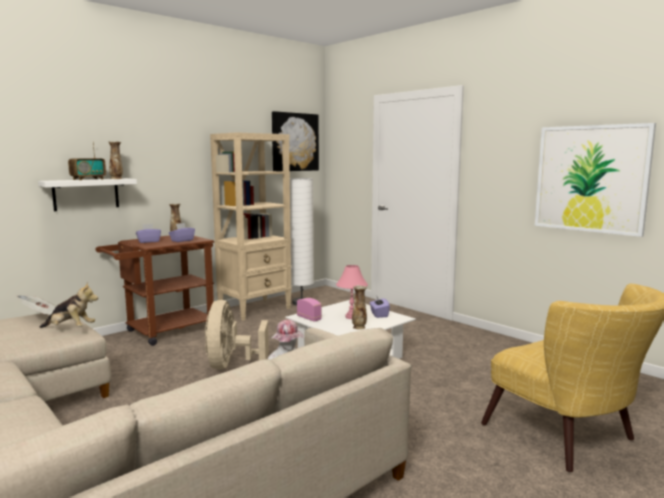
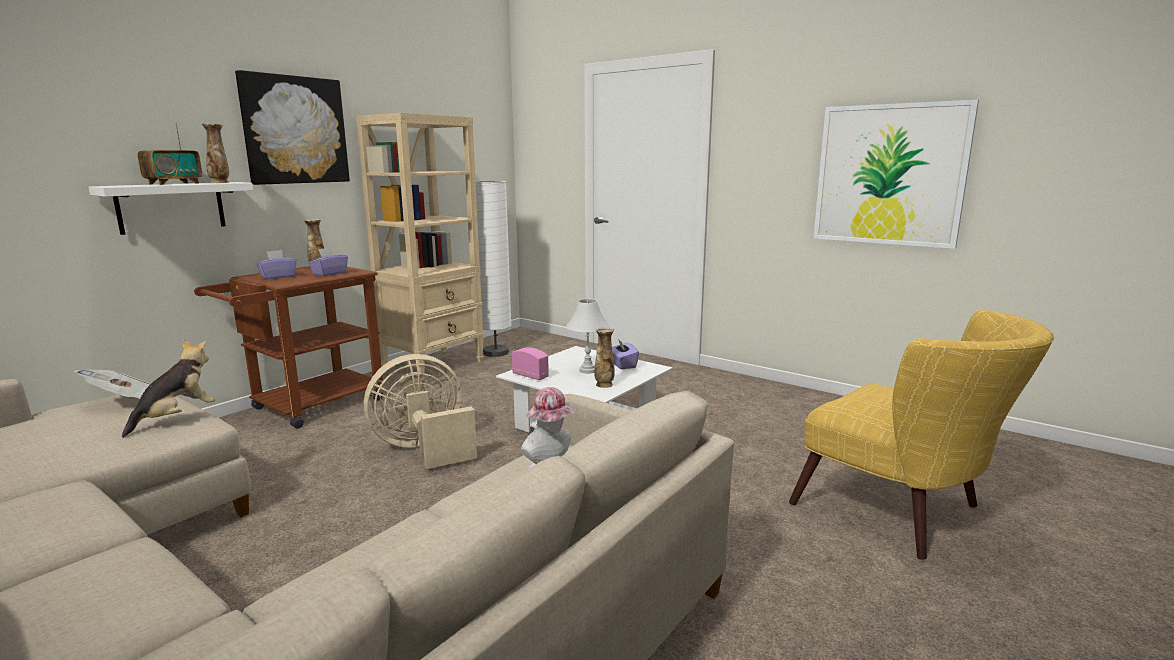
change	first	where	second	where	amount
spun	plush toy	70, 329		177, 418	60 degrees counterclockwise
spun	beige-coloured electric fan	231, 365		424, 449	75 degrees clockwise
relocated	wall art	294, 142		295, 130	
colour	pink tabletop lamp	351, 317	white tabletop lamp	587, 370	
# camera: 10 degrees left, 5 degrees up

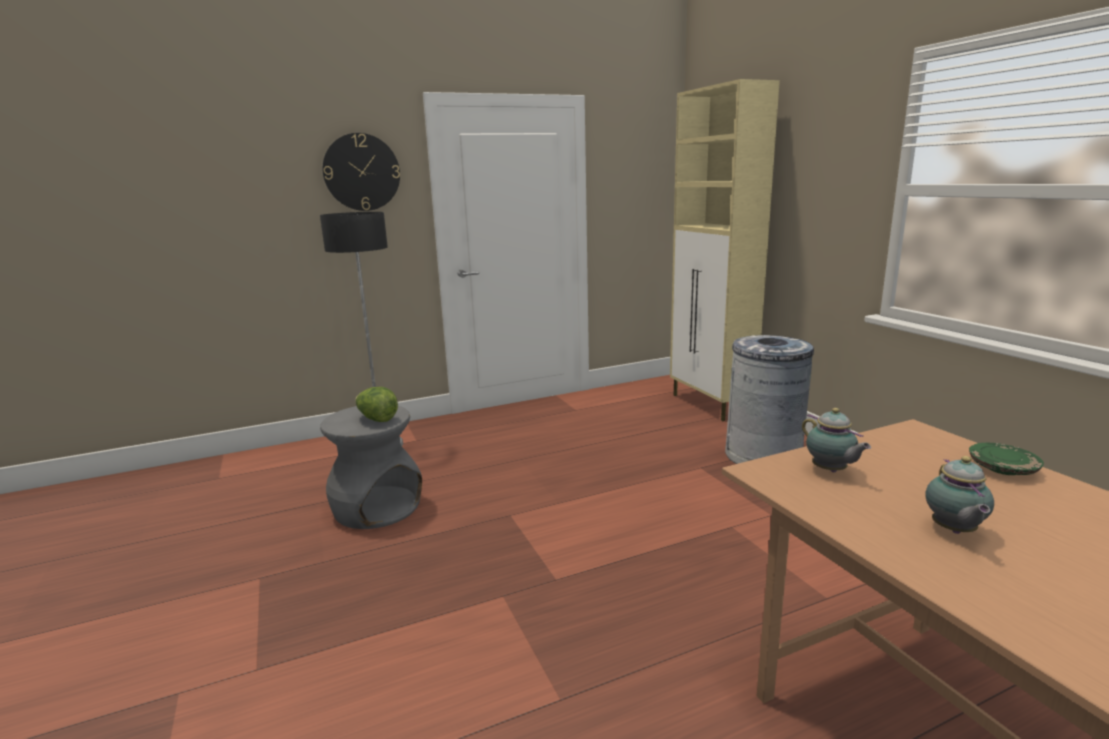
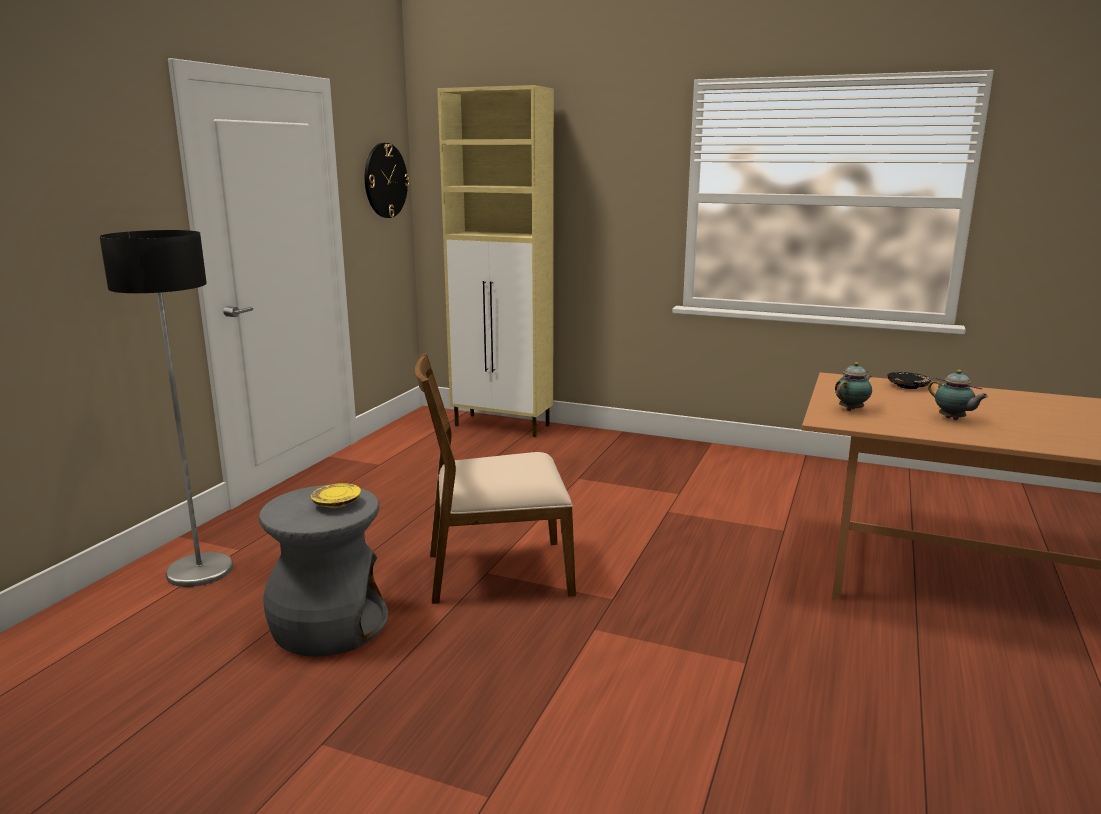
change	first	where	second	where	amount
relocated	wall clock	361, 172		385, 180	
exchanged	head of lettuce	377, 419	yellowish flat dish	336, 503	
missing	grey waste bin	763, 456			
spun	tea pot	830, 471		852, 409	60 degrees counterclockwise
colour	green-coloured flat dish	1002, 468	black flat dish	907, 386	
appeared			brown-coloured chair	497, 572	
# camera: 45 degrees left, 0 degrees up

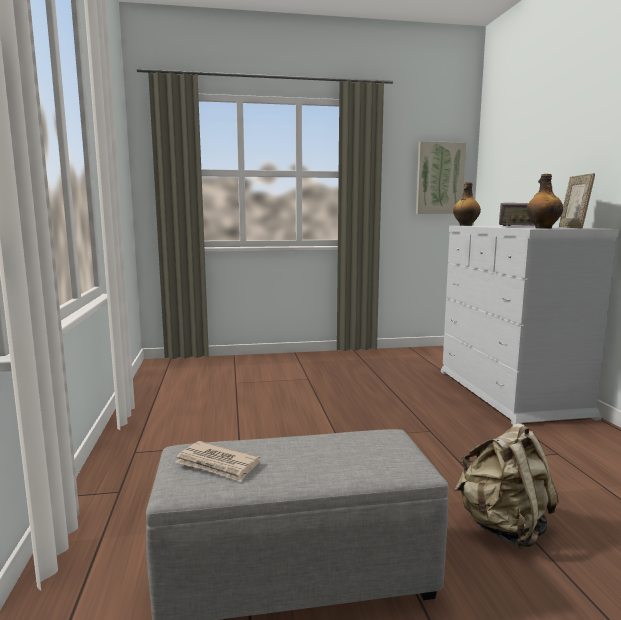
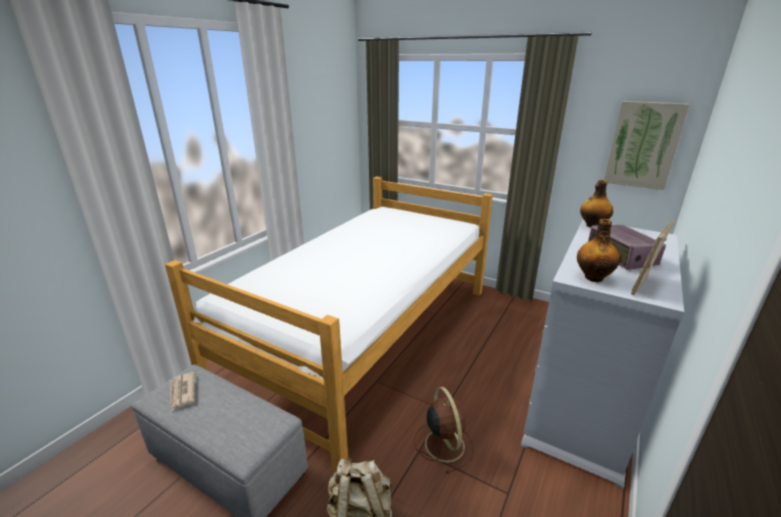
change	first	where	second	where	amount
appeared			sleeping bed	366, 335	
appeared			brown-coloured electric fan	443, 443	
# camera: 40 degrees right, 15 degrees up

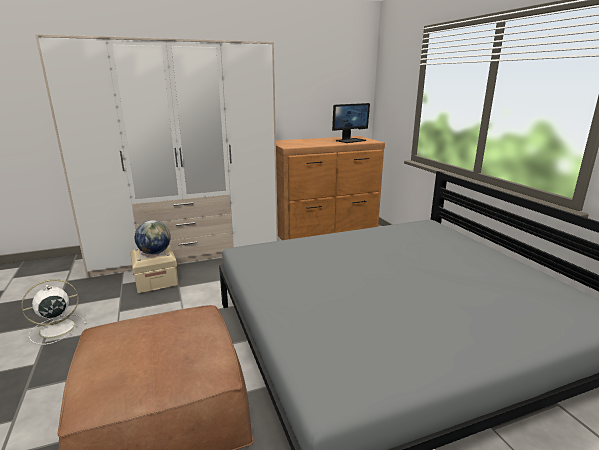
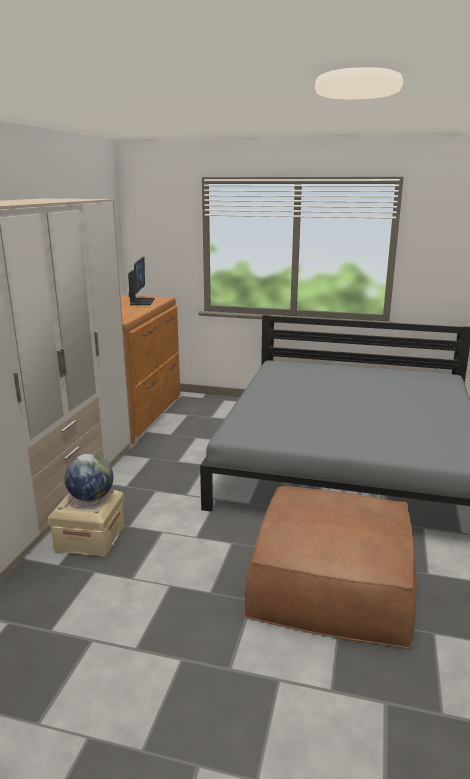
change	first	where	second	where	amount
missing	white electric fan	55, 329			
# camera: 55 degrees left, 0 degrees up

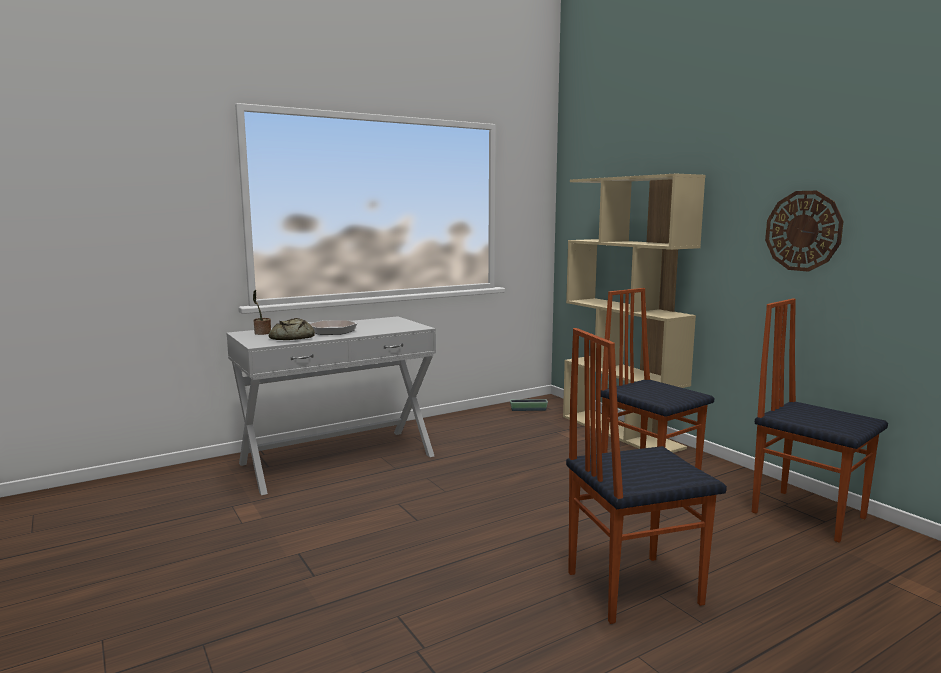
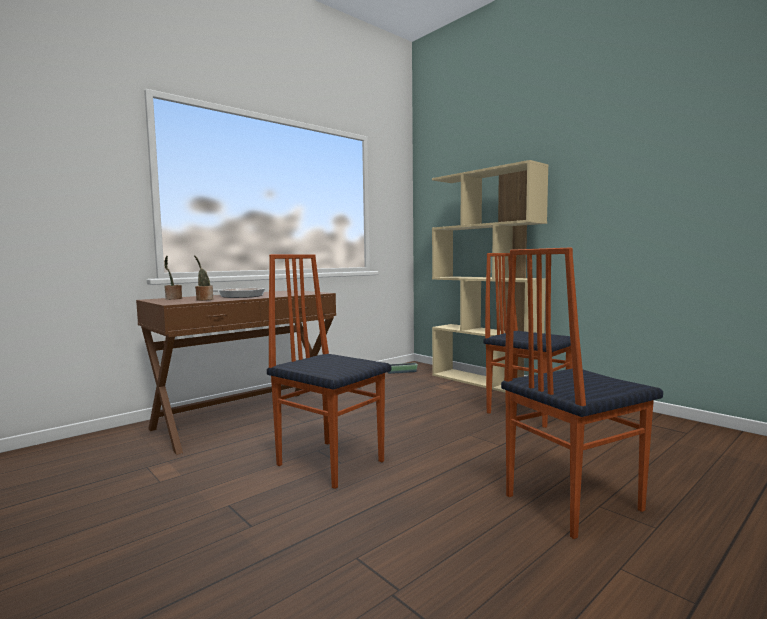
change	first	where	second	where	amount
colour	white narrow table	338, 459	brown-coloured narrow table	247, 419	
exchanged	bread	291, 338	houseplant	204, 299	
relocated	chair	807, 514		331, 462	
missing	wall clock	803, 231			
# camera: 10 degrees left, 5 degrees down

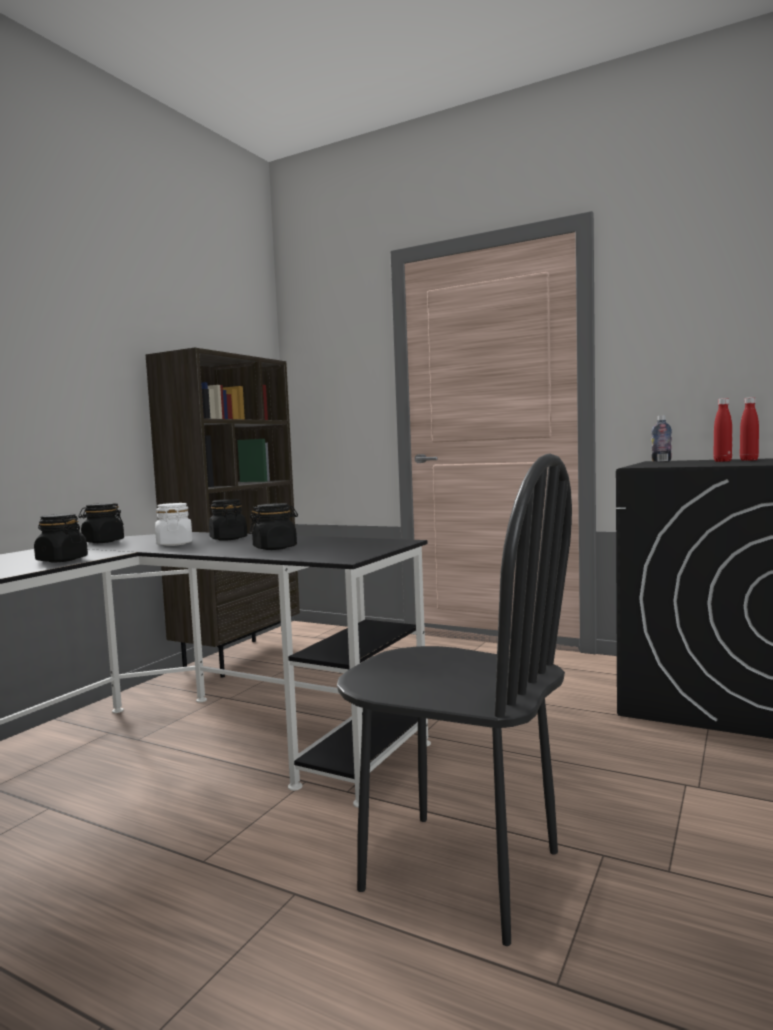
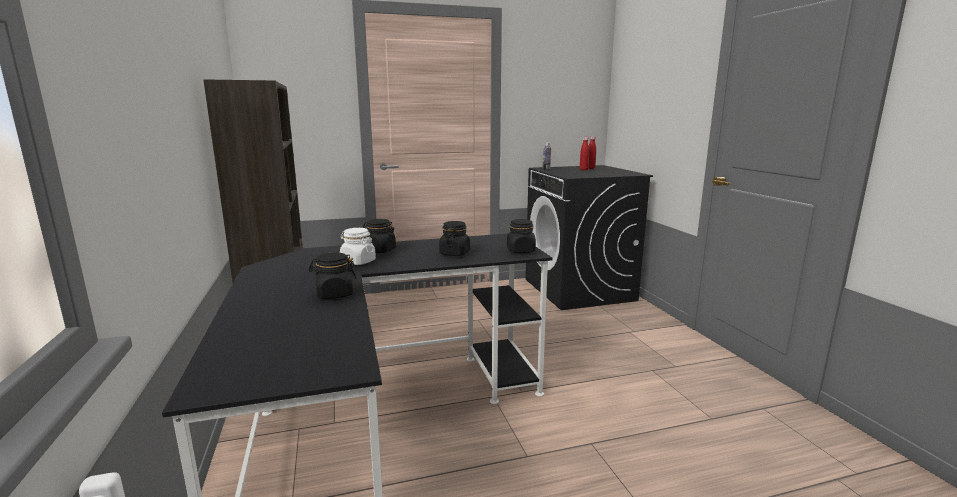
change	first	where	second	where	amount
relocated	black preserve jar	103, 541		521, 251	
missing	black chair	460, 871			
# camera: 45 degrees left, 10 degrees up

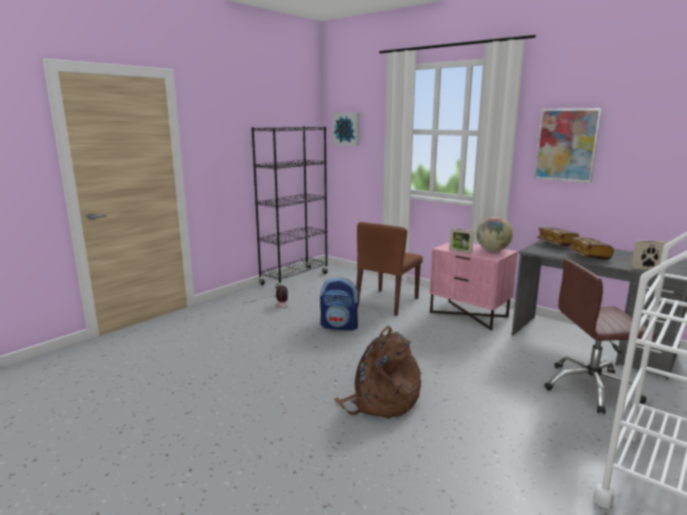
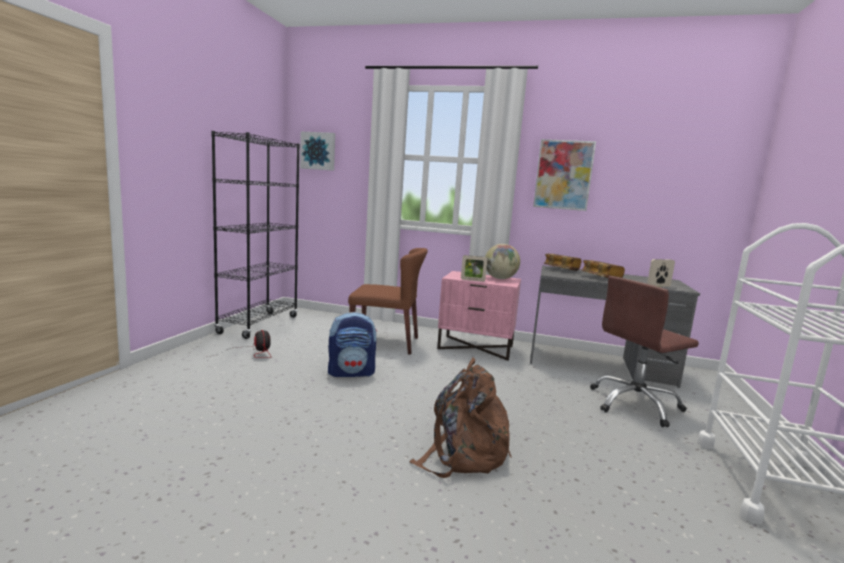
change	first	where	second	where	amount
spun	brown-coloured chair	387, 302		385, 342	90 degrees counterclockwise
# camera: 25 degrees left, 5 degrees down

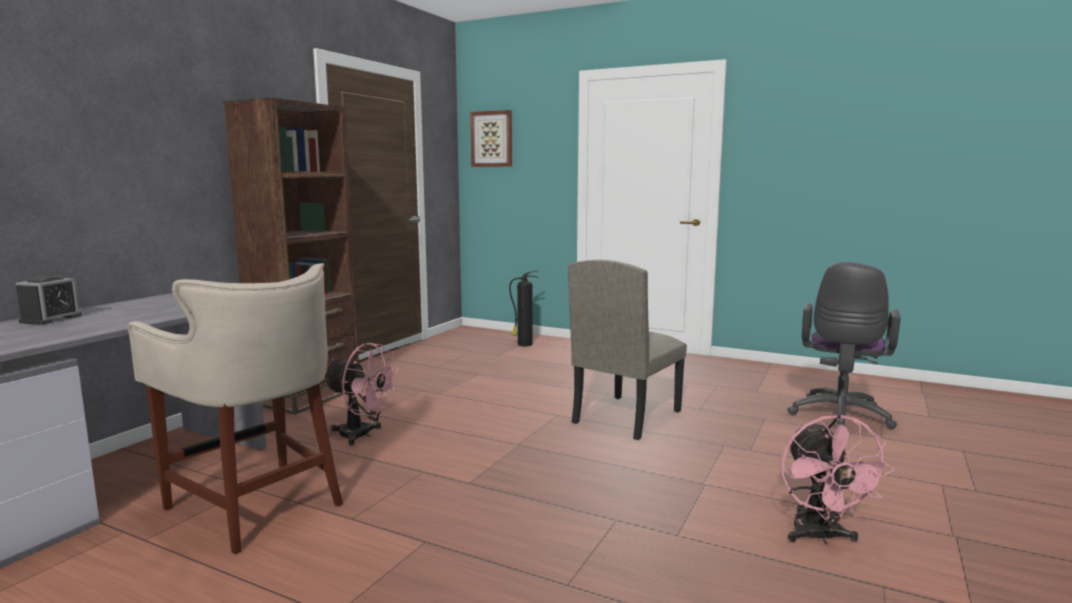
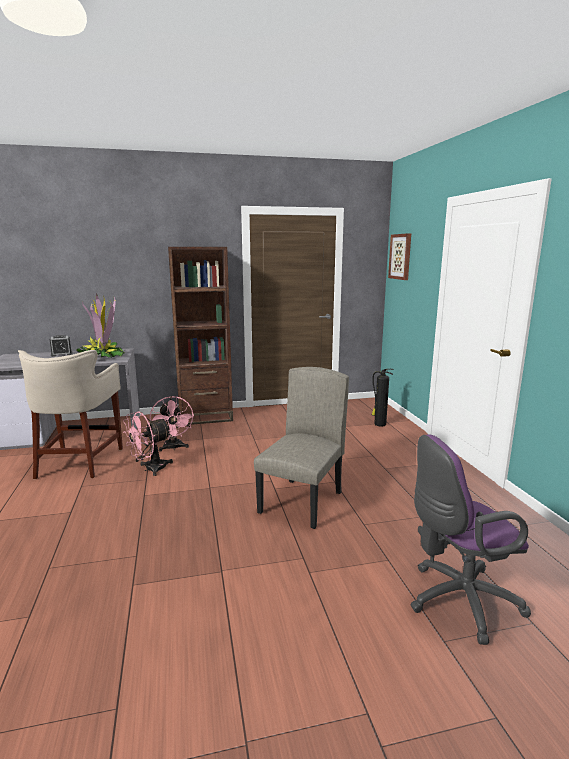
change	first	where	second	where	amount
spun	beige-coloured chair	626, 417		302, 502	120 degrees clockwise
relocated	pink electric fan	820, 537		150, 469	
appeared			houseplant	102, 356	
# camera: 50 degrees right, 5 degrees up

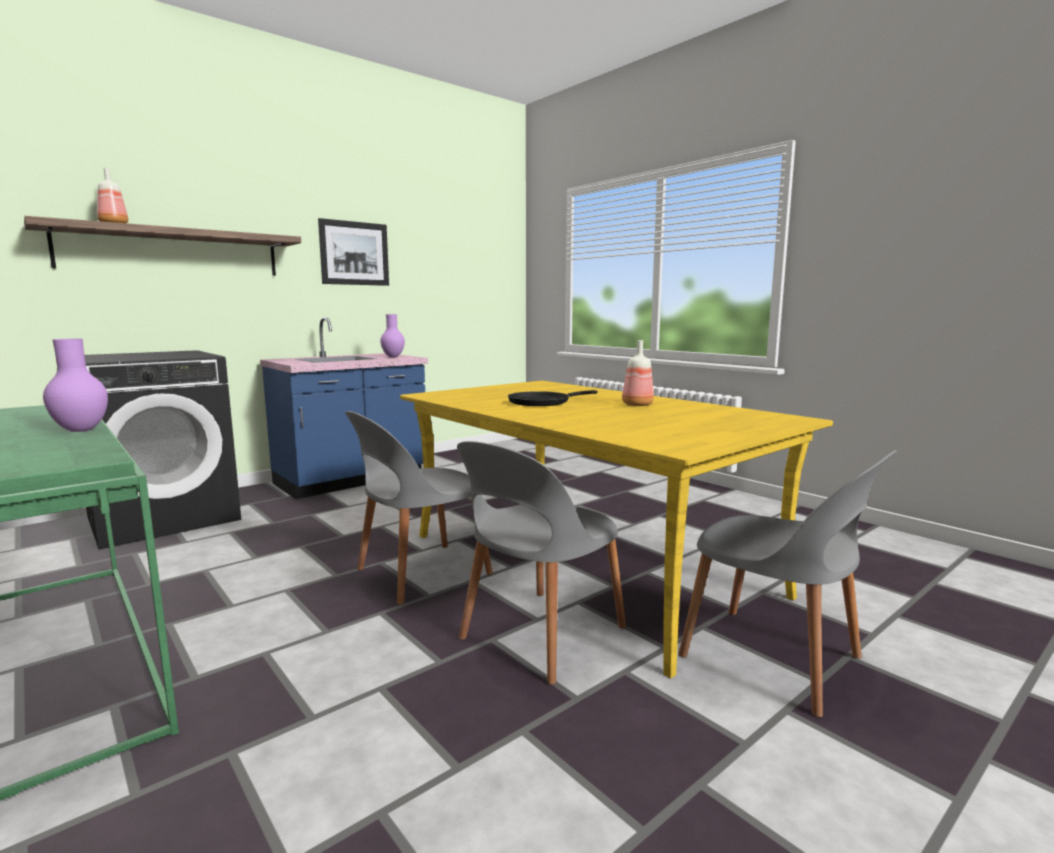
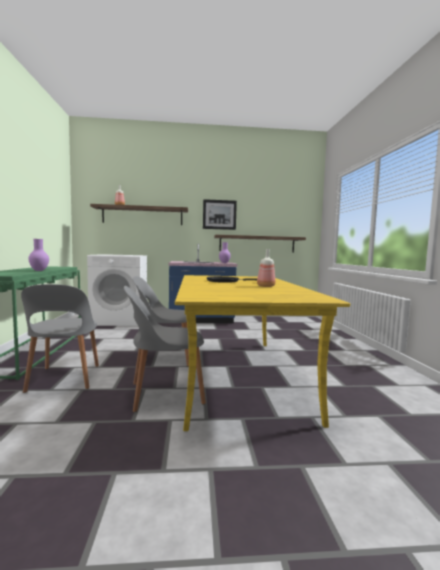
change	first	where	second	where	amount
colour	black laundry appliance	164, 518	white laundry appliance	120, 320	
relocated	grey chair	775, 659		64, 379	
appeared			shelf	257, 244	
# camera: 35 degrees right, 5 degrees down

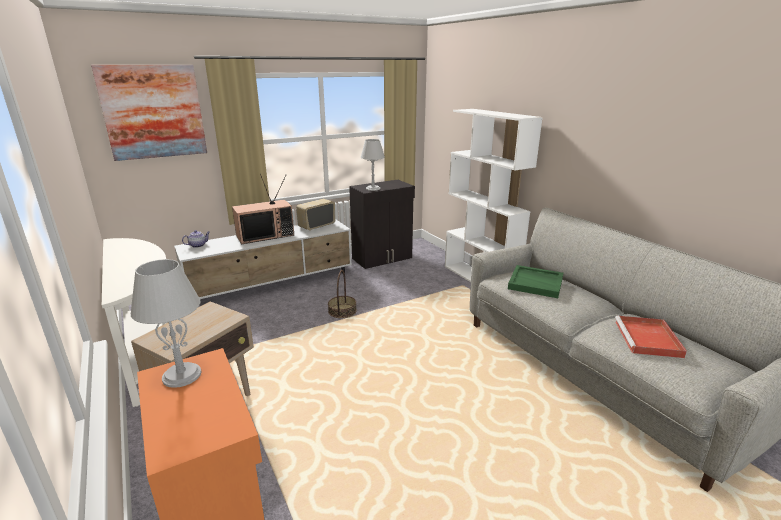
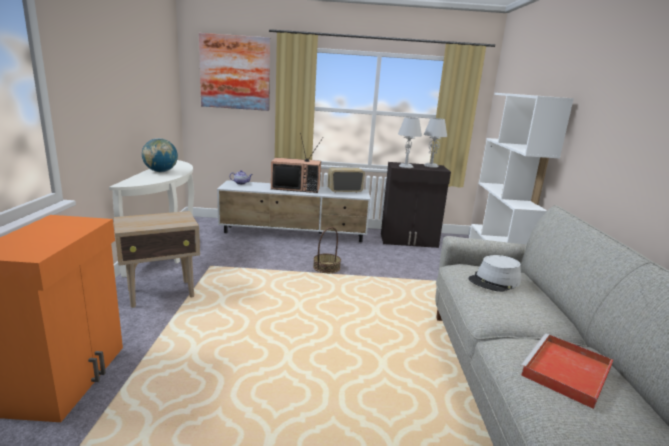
change	first	where	second	where	amount
relocated	grey tabletop lamp	181, 376		431, 166	
exchanged	green-coloured tray	536, 283	grey clothing hat	494, 281	
appeared			desk globe	161, 172	
# camera: 30 degrees right, 5 degrees down

